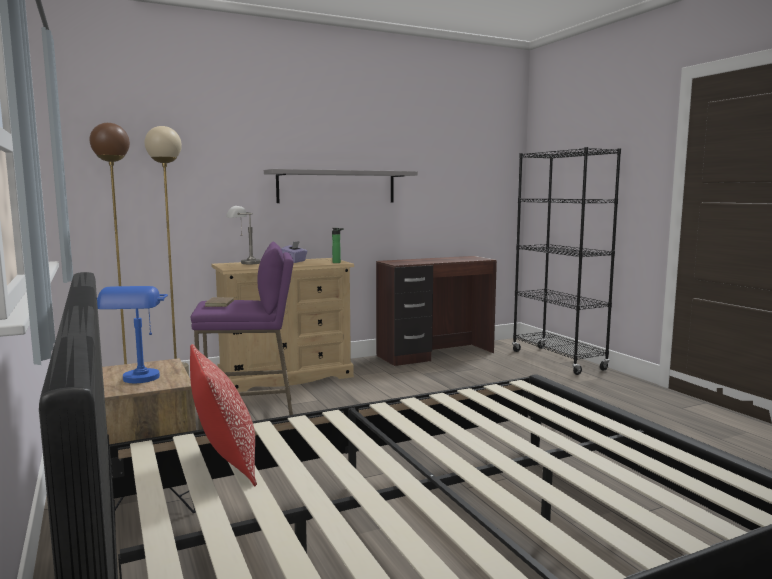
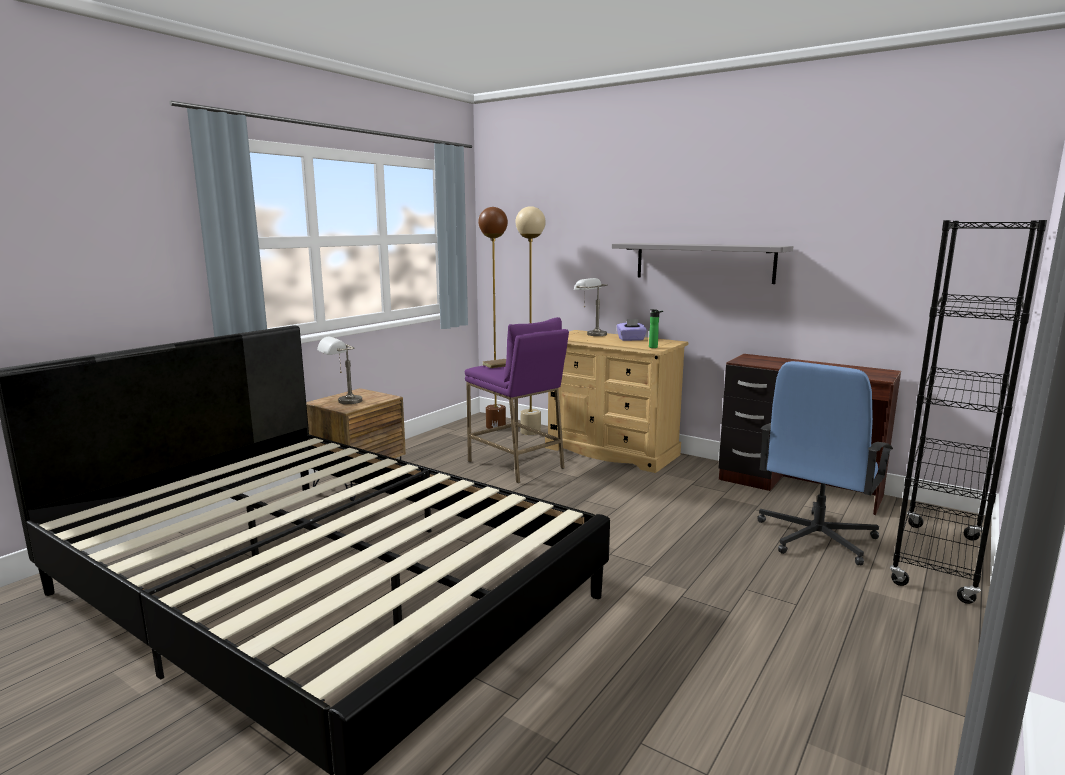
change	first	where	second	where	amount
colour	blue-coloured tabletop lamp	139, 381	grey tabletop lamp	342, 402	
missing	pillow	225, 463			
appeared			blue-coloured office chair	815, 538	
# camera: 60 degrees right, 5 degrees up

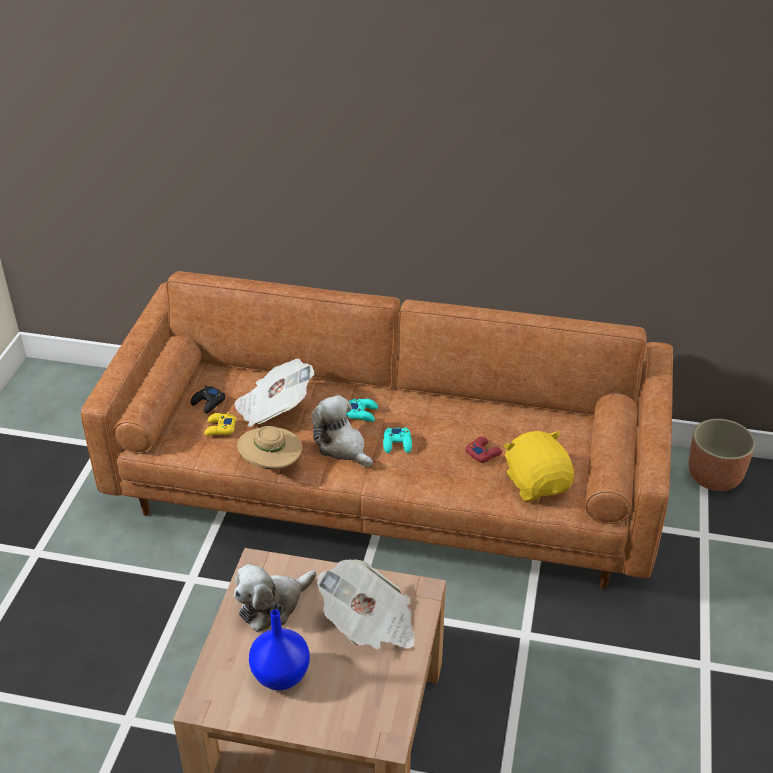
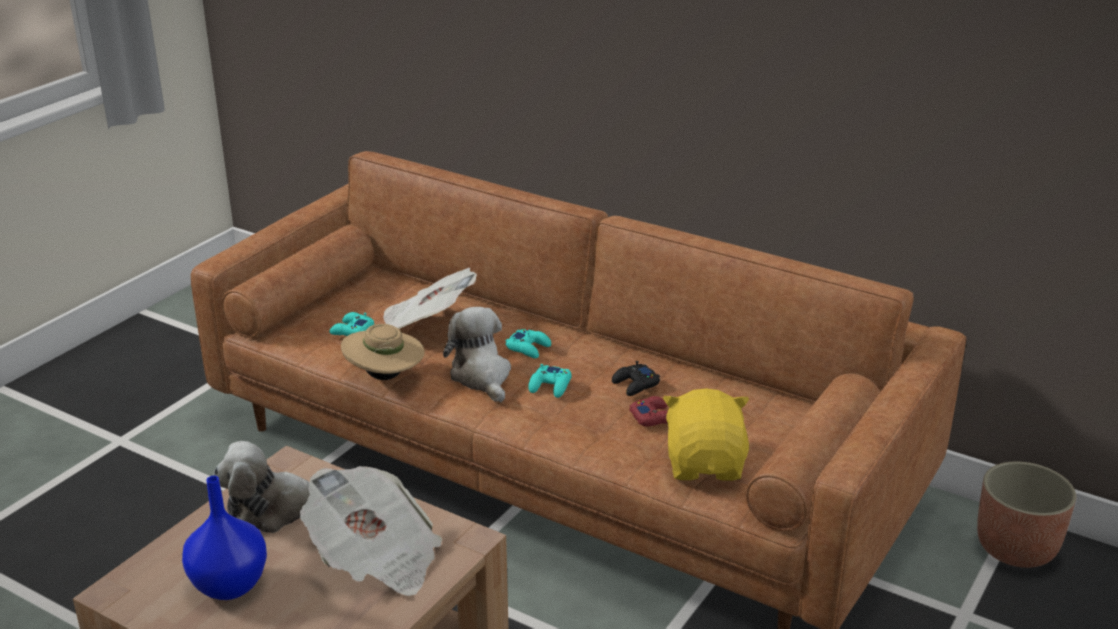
change	first	where	second	where	amount
relocated	black game controller	208, 402		635, 384	
colour	yellowish game controller	220, 428	turquoise-coloured game controller	351, 331	
# camera: 20 degrees right, 10 degrees down

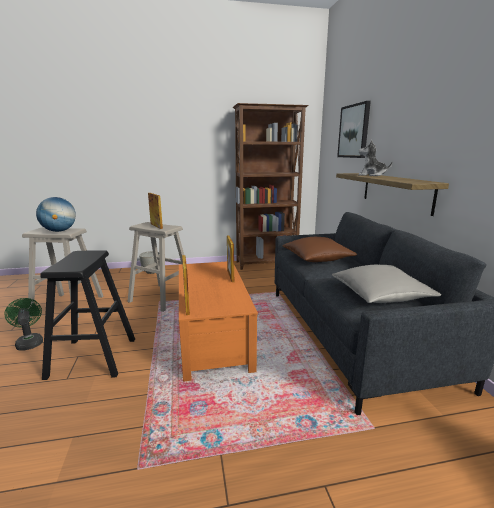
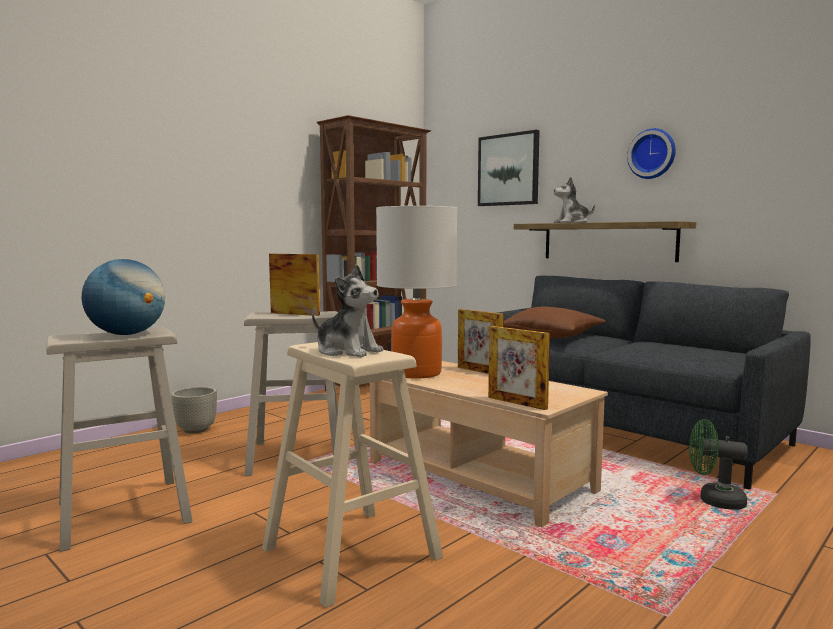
change	first	where	second	where	amount
relocated	green-coloured electric fan	29, 342		714, 500	
colour	black stool	93, 357	beige-coloured stool	350, 553	
colour	orange coffee table	214, 337	beige-coloured coffee table	480, 476	
missing	grey pillow	380, 295			
appeared			plush toy	347, 351	
appeared			tabletop lamp	416, 373	
appeared			wall clock	652, 154	
# camera: 35 degrees left, 10 degrees down

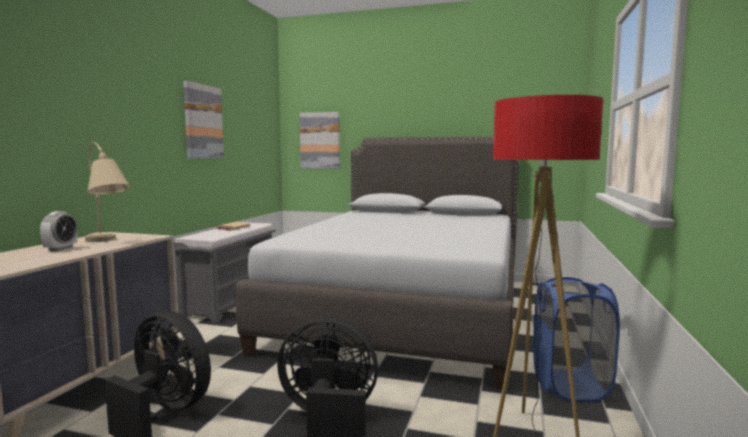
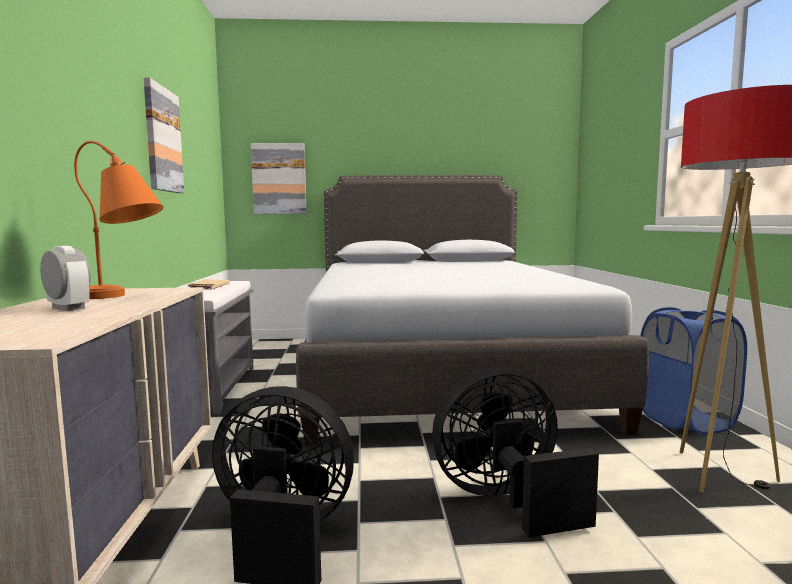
change	first	where	second	where	amount
spun	alarm clock	60, 249		68, 308	45 degrees counterclockwise
colour	beige-coloured tabletop lamp	107, 241	orange tabletop lamp	122, 297	
# camera: 20 degrees left, 0 degrees up

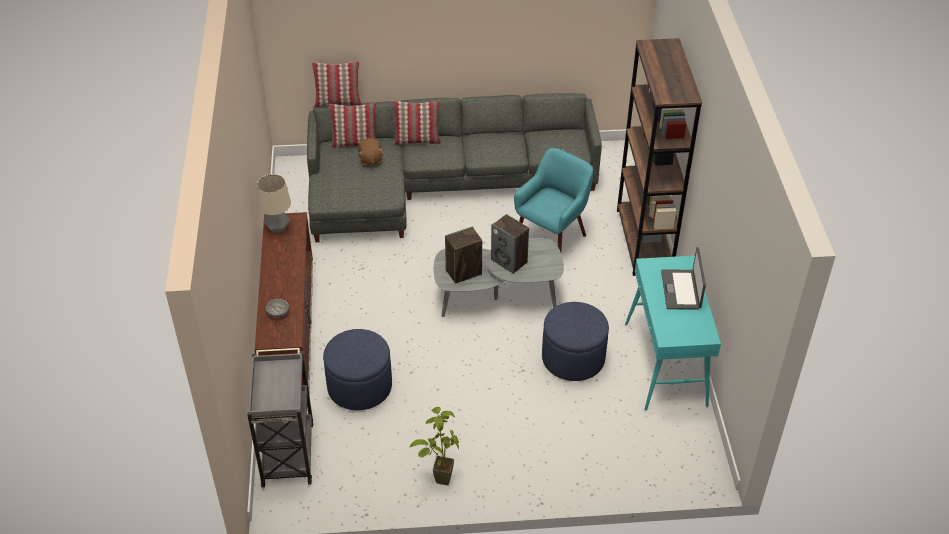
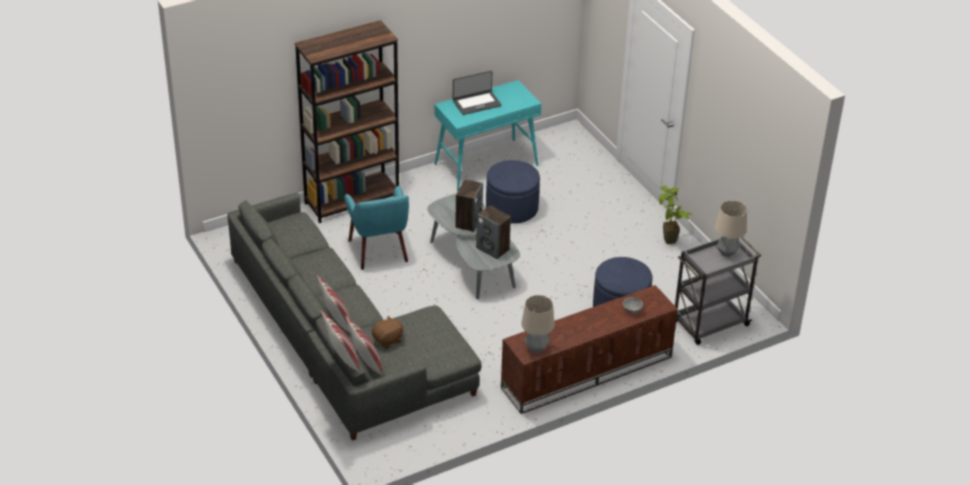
change	first	where	second	where	amount
spun	turquoise-coloured lounge chair	552, 238		379, 251	120 degrees counterclockwise
appeared			tabletop lamp	727, 253	
# camera: 115 degrees left, 5 degrees down

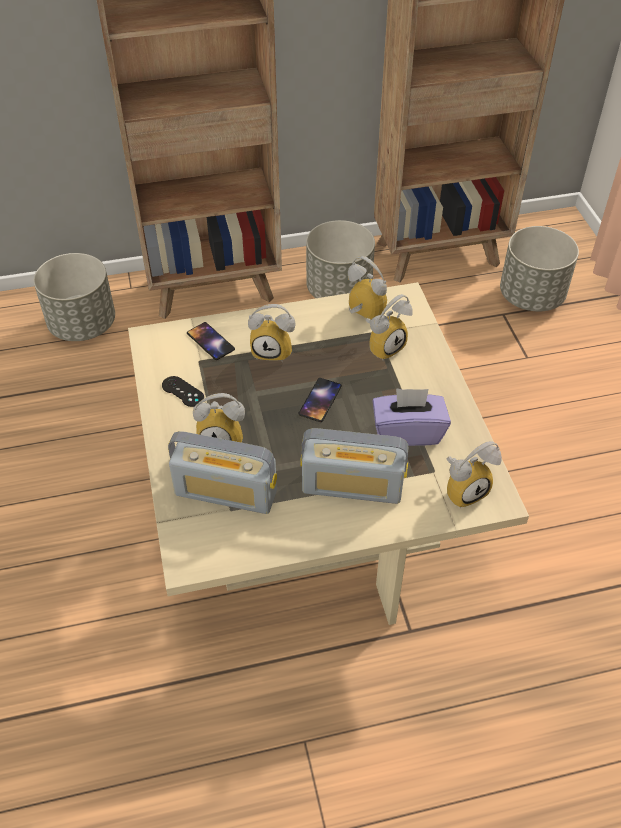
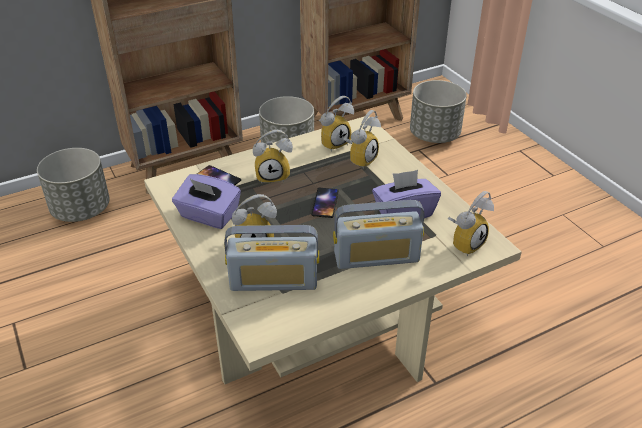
change	first	where	second	where	amount
exchanged	black game controller	183, 391	purple tissue box	208, 216	
spun	alarm clock	361, 316		334, 142	120 degrees clockwise
# camera: 15 degrees left, 10 degrees down

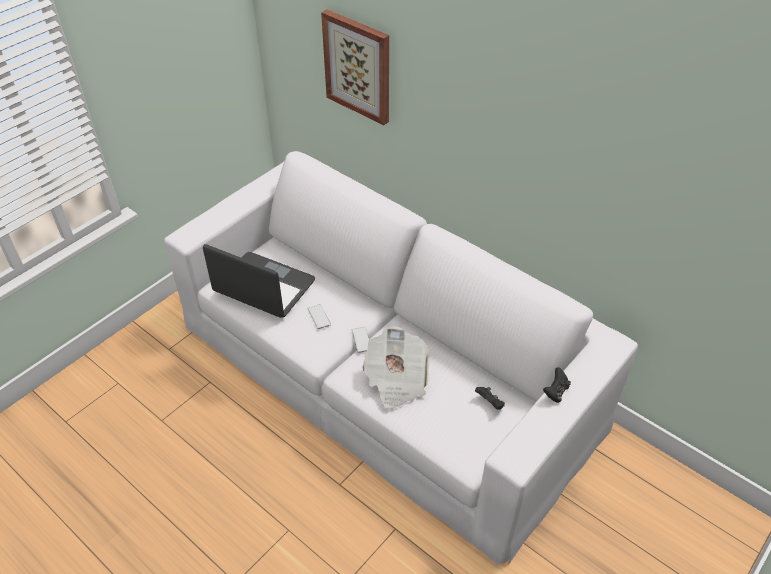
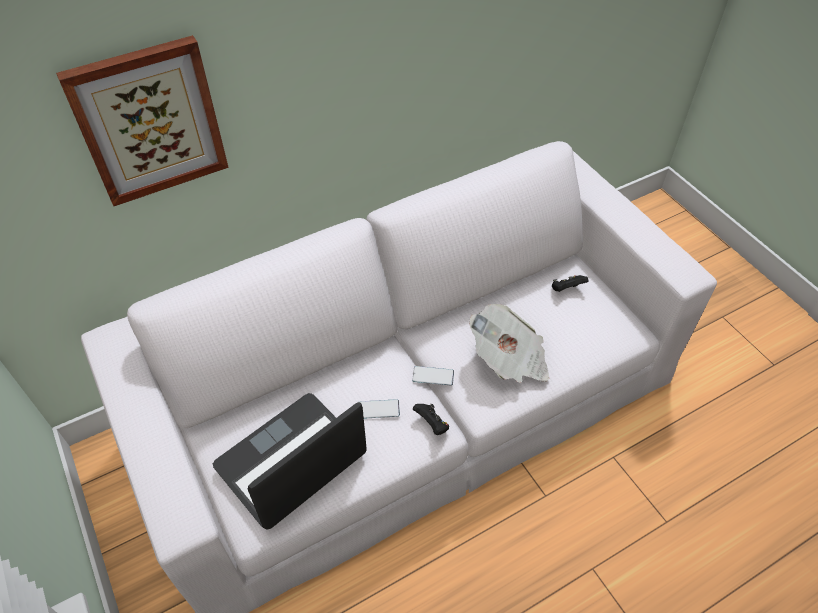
change	first	where	second	where	amount
relocated	black game controller	555, 392		432, 424	
# camera: 70 degrees left, 5 degrees up

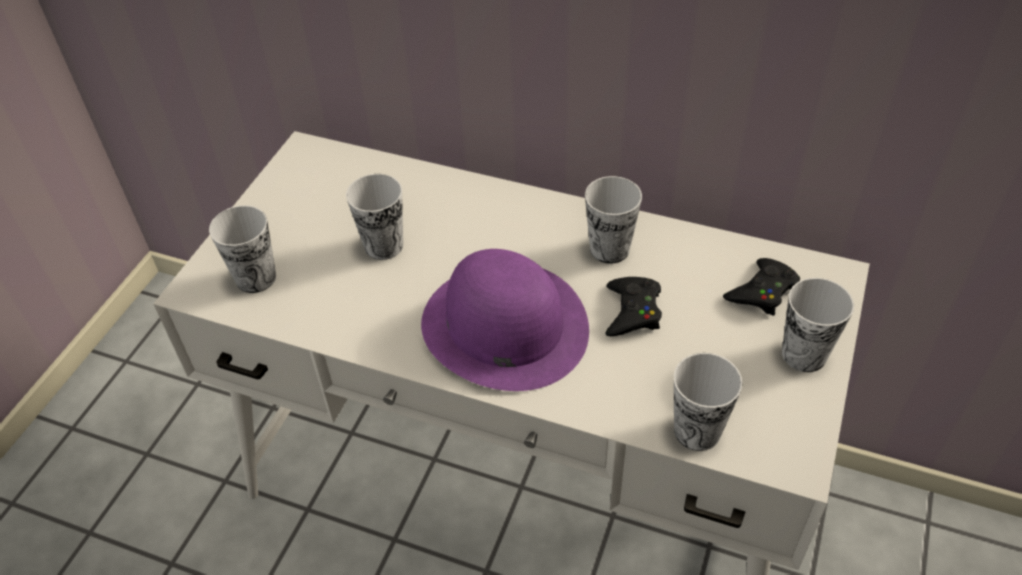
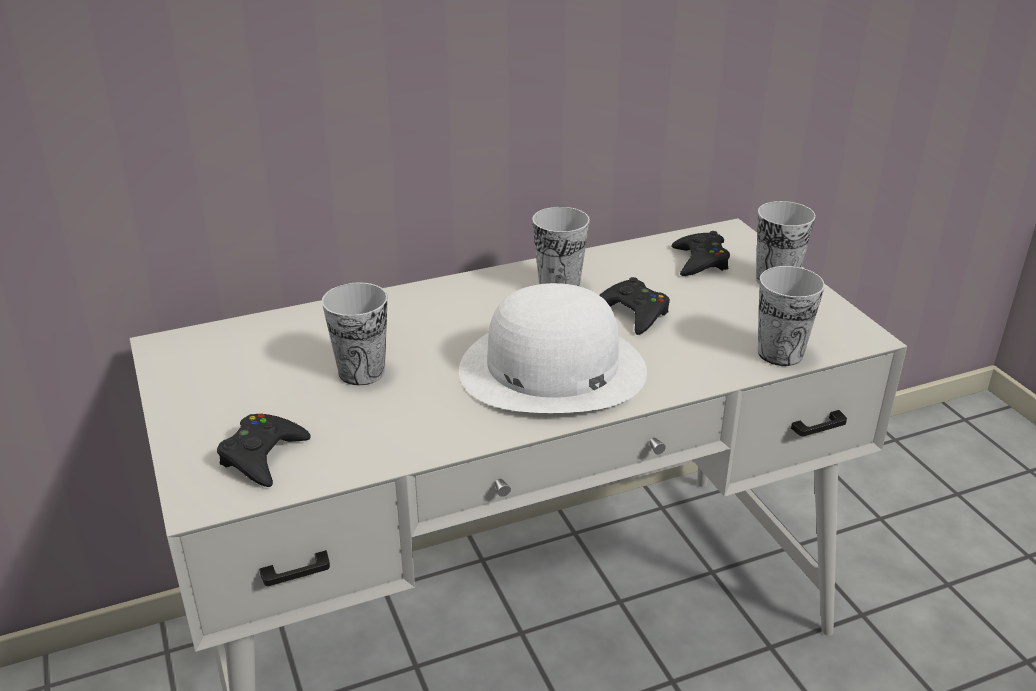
change	first	where	second	where	amount
exchanged	drinking cup	256, 278	black game controller	262, 456	
colour	purple clothing hat	503, 325	white clothing hat	551, 369	
# camera: 45 degrees left, 15 degrees down

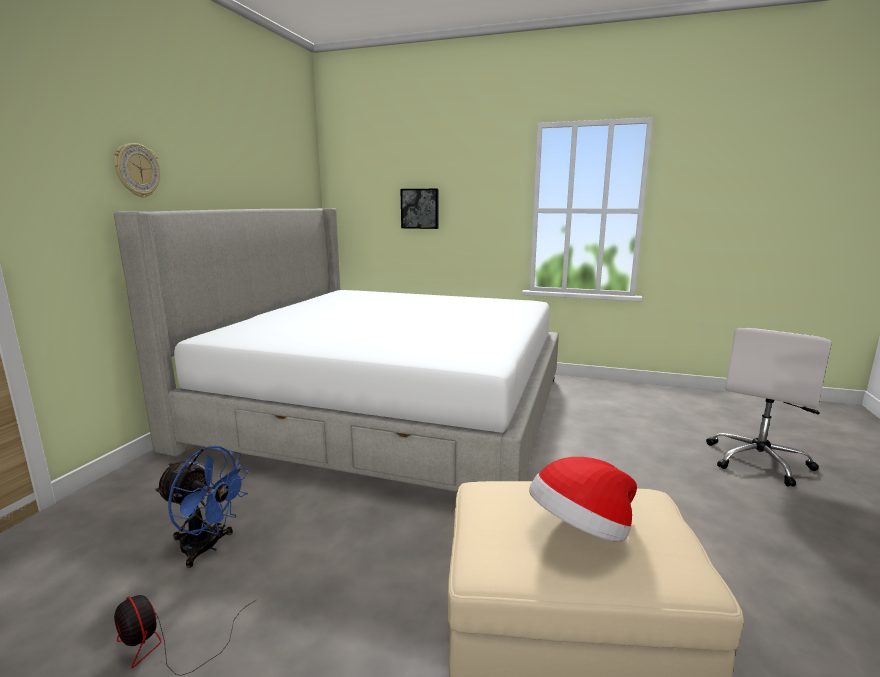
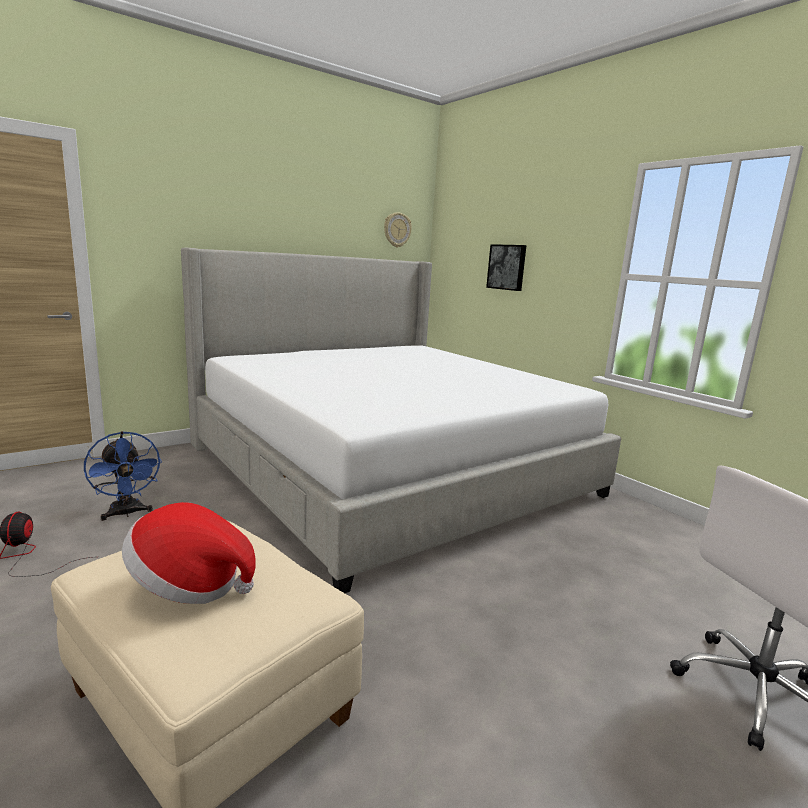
change	first	where	second	where	amount
relocated	wall clock	137, 170		397, 230	
# camera: 35 degrees right, 0 degrees up

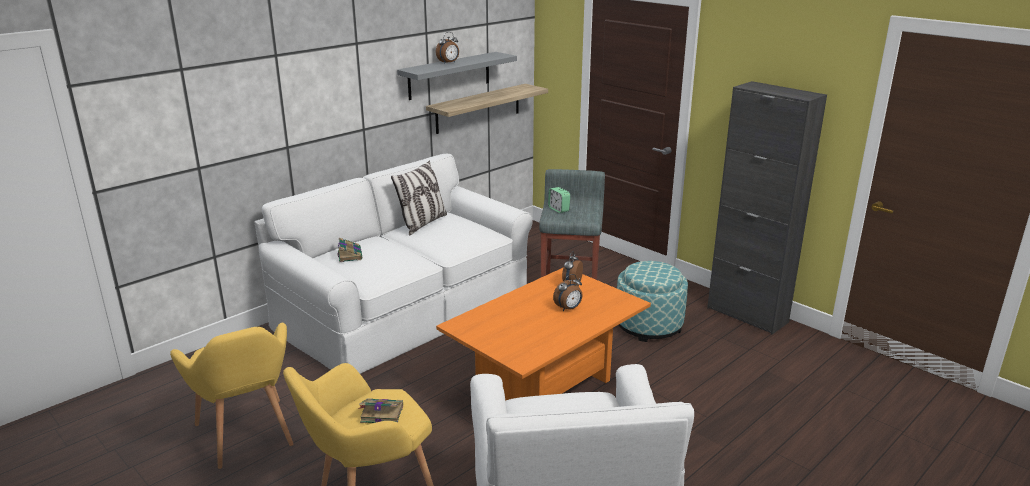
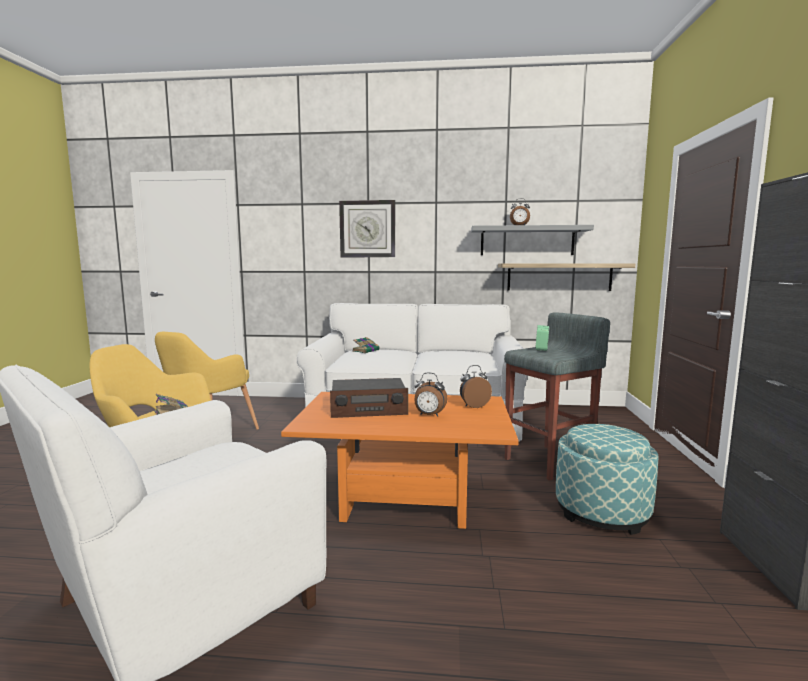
change	first	where	second	where	amount
missing	pillow	422, 224			
appeared			radio	368, 409	
appeared			wall clock	367, 229	
# camera: 50 degrees right, 15 degrees down

